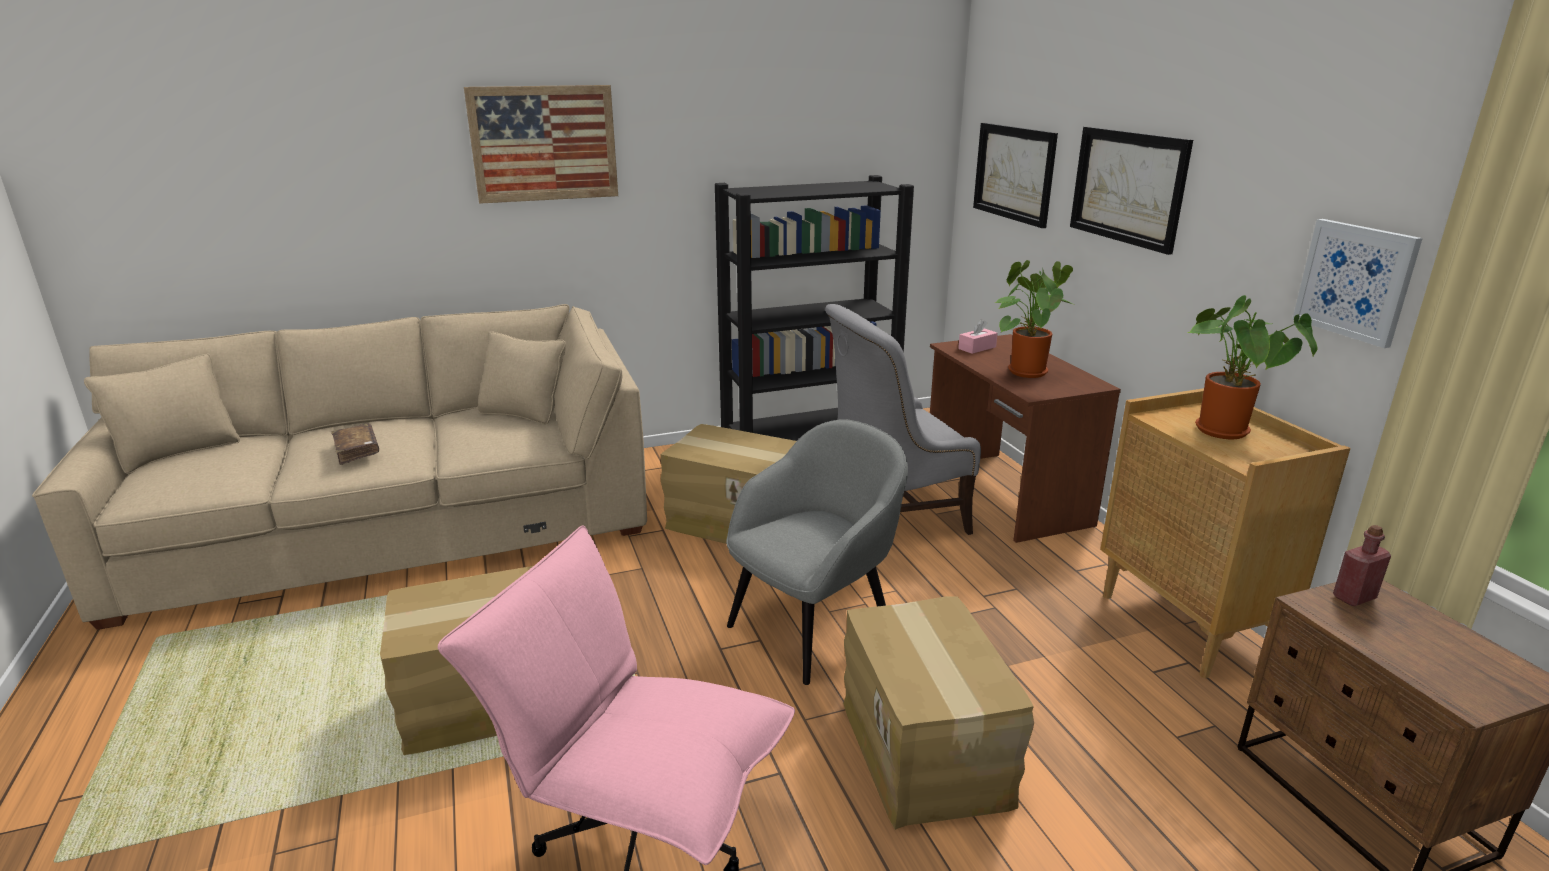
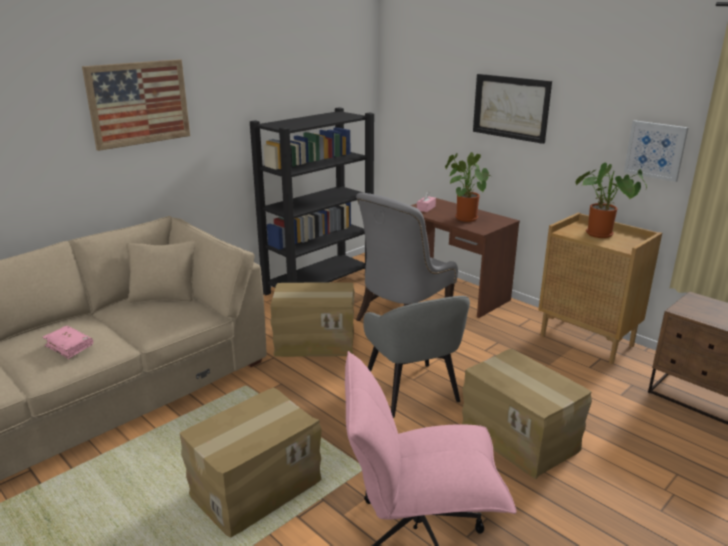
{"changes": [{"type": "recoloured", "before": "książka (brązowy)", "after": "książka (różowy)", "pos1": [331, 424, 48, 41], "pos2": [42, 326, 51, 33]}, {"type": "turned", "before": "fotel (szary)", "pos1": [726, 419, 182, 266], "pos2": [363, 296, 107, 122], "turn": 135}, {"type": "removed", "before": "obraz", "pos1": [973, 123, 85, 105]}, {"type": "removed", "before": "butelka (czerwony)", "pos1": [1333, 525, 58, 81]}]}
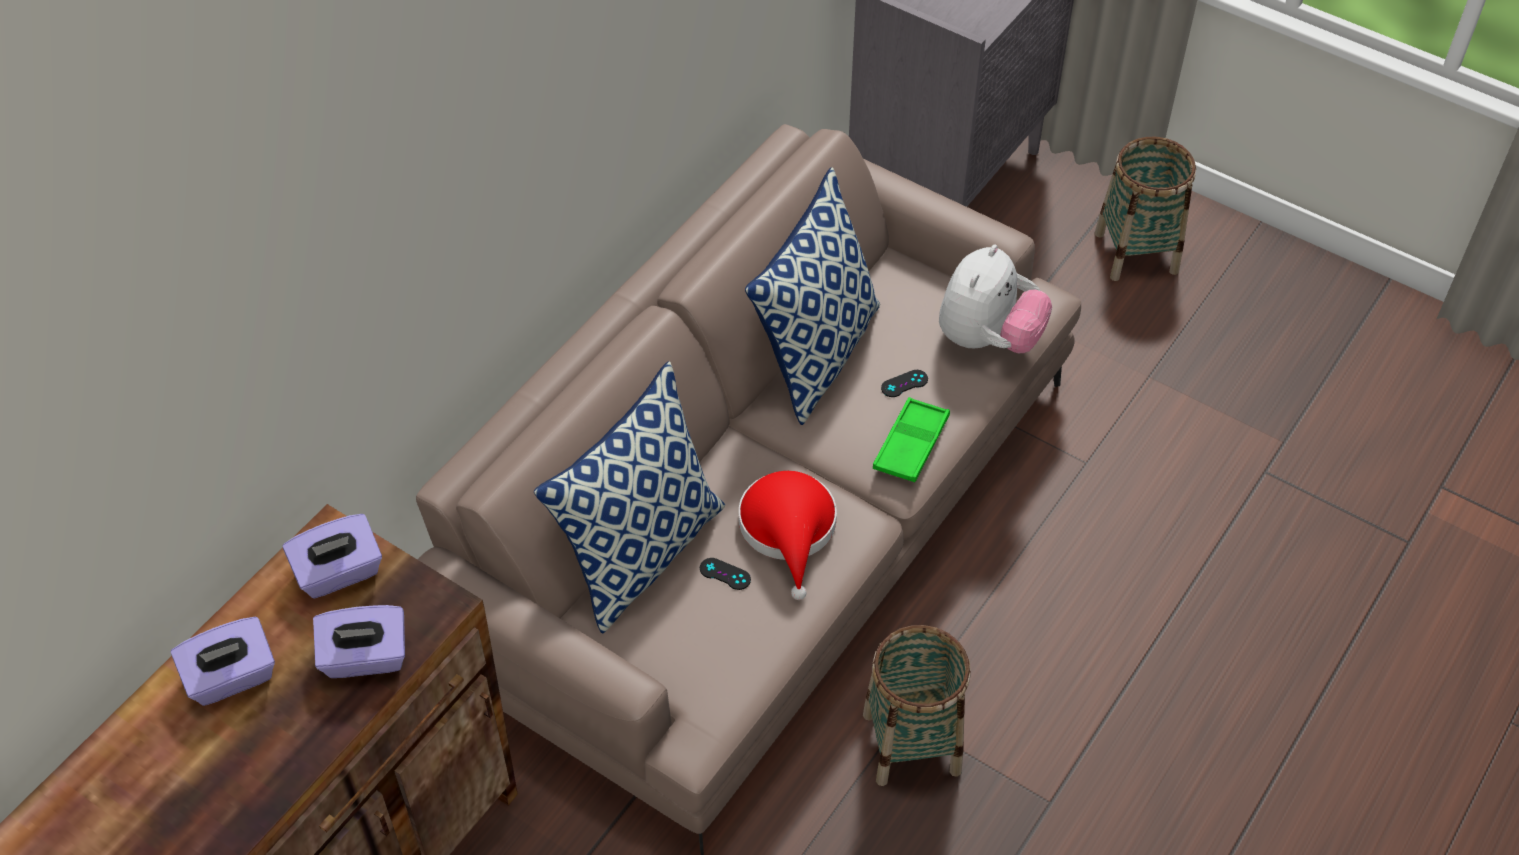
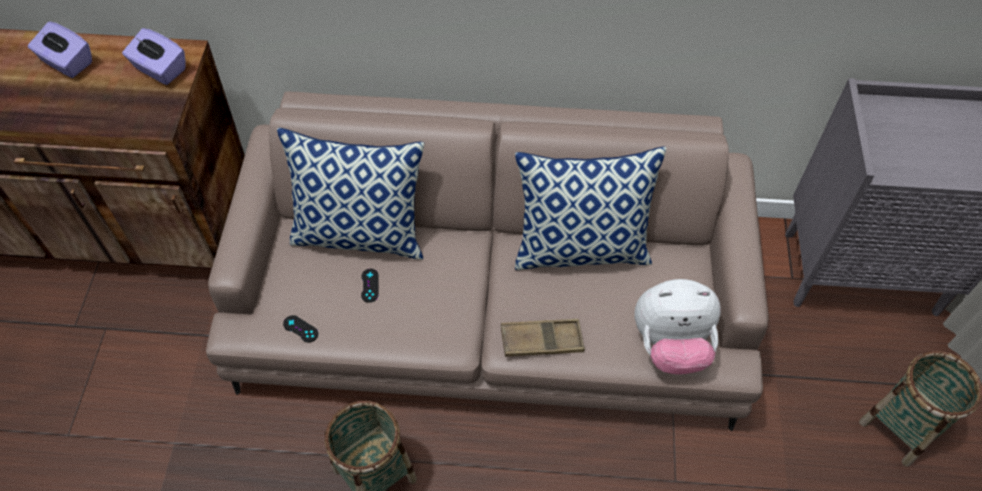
{"changes": [{"type": "moved", "before": "pad do gier (czarny)", "pos1": [881, 370, 47, 27], "pos2": [283, 315, 35, 28]}, {"type": "recoloured", "before": "taca (zielony)", "after": "taca (brązowy)", "pos1": [873, 397, 77, 85], "pos2": [501, 319, 84, 38]}, {"type": "removed", "before": "pudełko chusteczek (fioletowy)", "pos1": [313, 605, 92, 73]}, {"type": "removed", "before": "kapelusz (czerwony)", "pos1": [739, 471, 98, 129]}]}
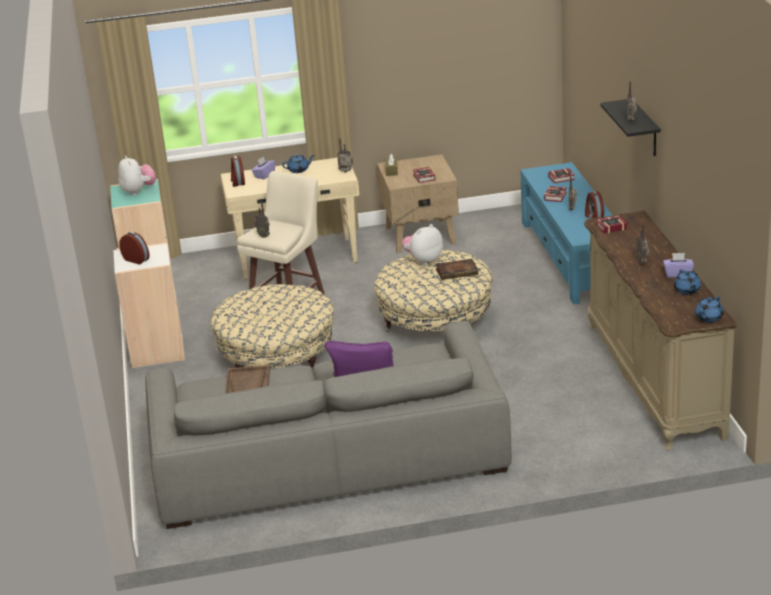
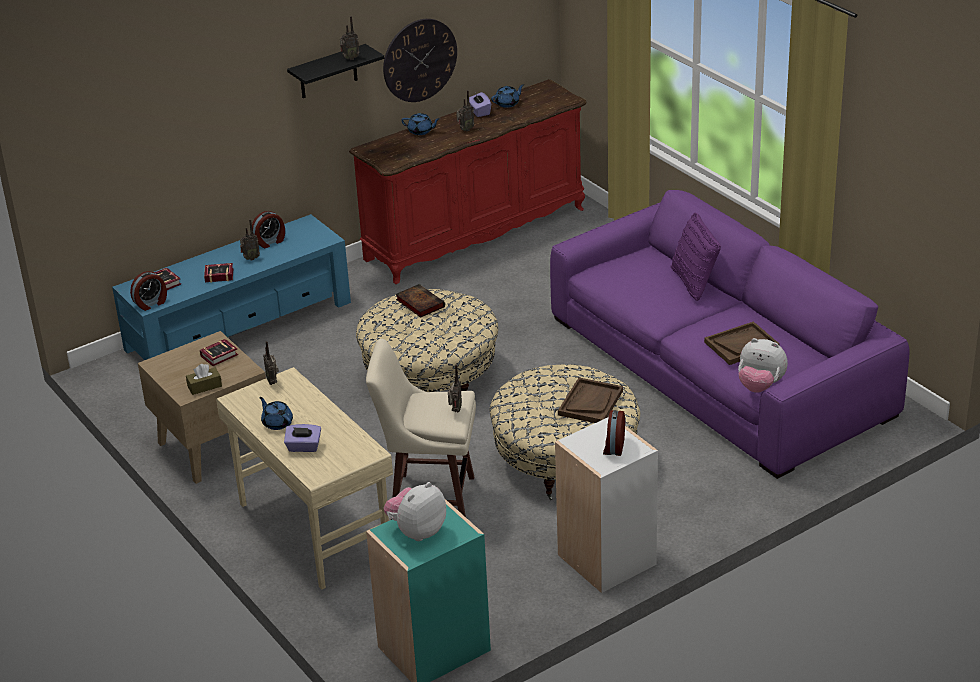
{"changes": [{"type": "moved", "before": "budzik", "pos1": [231, 156, 14, 31], "pos2": [130, 271, 37, 40]}, {"type": "recoloured", "before": "szafka (beżowy)", "after": "szafka (czerwony)", "pos1": [584, 210, 153, 240], "pos2": [349, 79, 237, 205]}, {"type": "added", "after": "zegar ścienny", "pos2": [383, 19, 74, 83]}, {"type": "moved", "before": "imbryk (niebieski)", "pos1": [695, 296, 29, 26], "pos2": [401, 113, 39, 22]}, {"type": "recoloured", "before": "kanapa (szary)", "after": "kanapa (fioletowy)", "pos1": [145, 321, 367, 208], "pos2": [550, 190, 359, 289]}, {"type": "added", "after": "taca (brązowy)", "pos2": [558, 378, 65, 45]}, {"type": "moved", "before": "pluszak", "pos1": [402, 224, 41, 41], "pos2": [738, 338, 50, 55]}, {"type": "removed", "before": "książka", "pos1": [596, 215, 31, 19]}]}
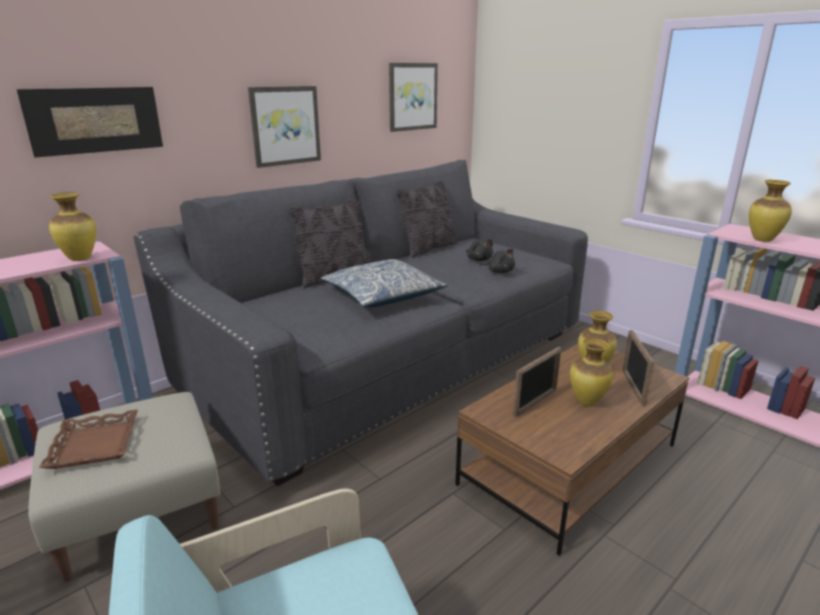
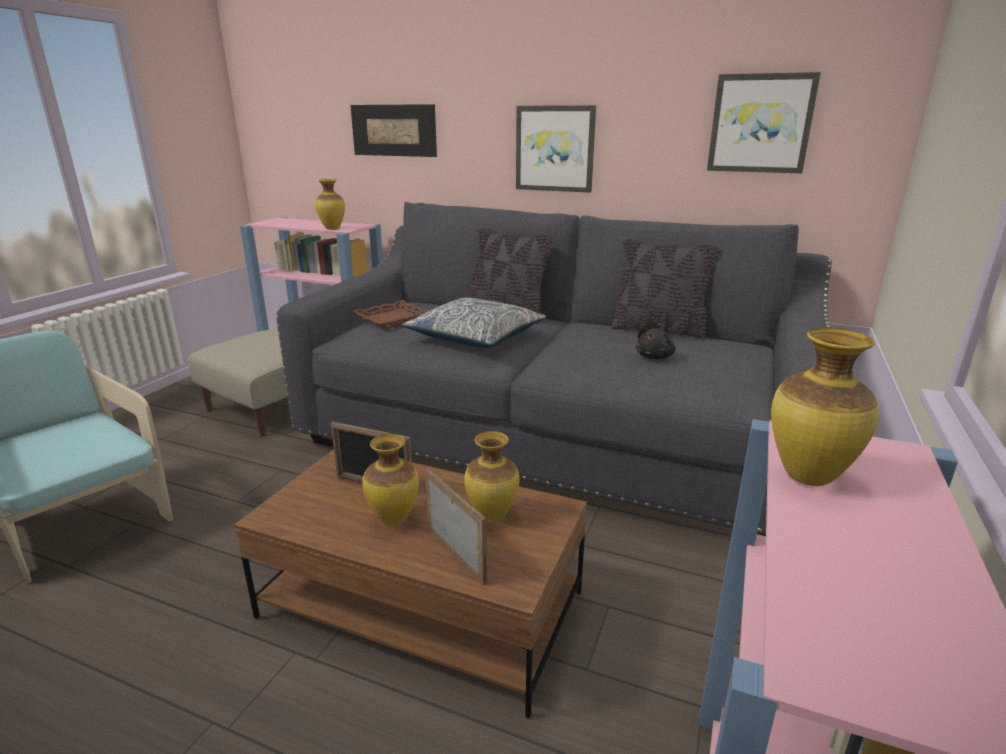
{"changes": [{"type": "moved", "before": "taca (brązowy)", "pos1": [39, 410, 99, 59], "pos2": [352, 300, 77, 29]}, {"type": "turned", "before": "ramka na zdjęcie", "pos1": [622, 330, 32, 76], "pos2": [425, 469, 62, 116], "turn": 75}, {"type": "removed", "before": "pluszak (czarny)", "pos1": [480, 249, 35, 24]}]}
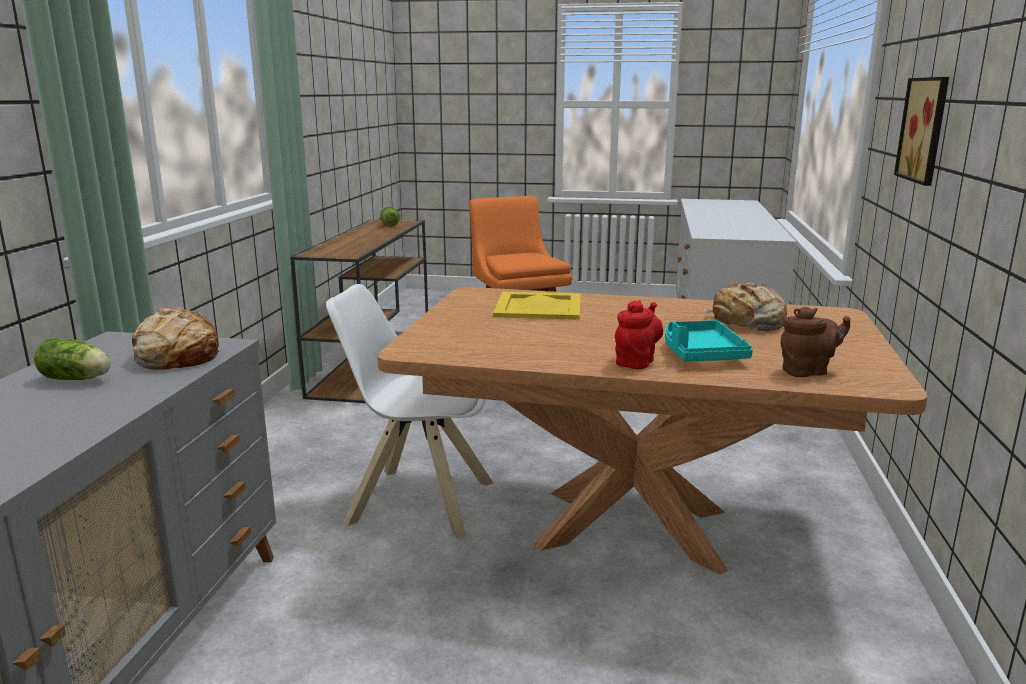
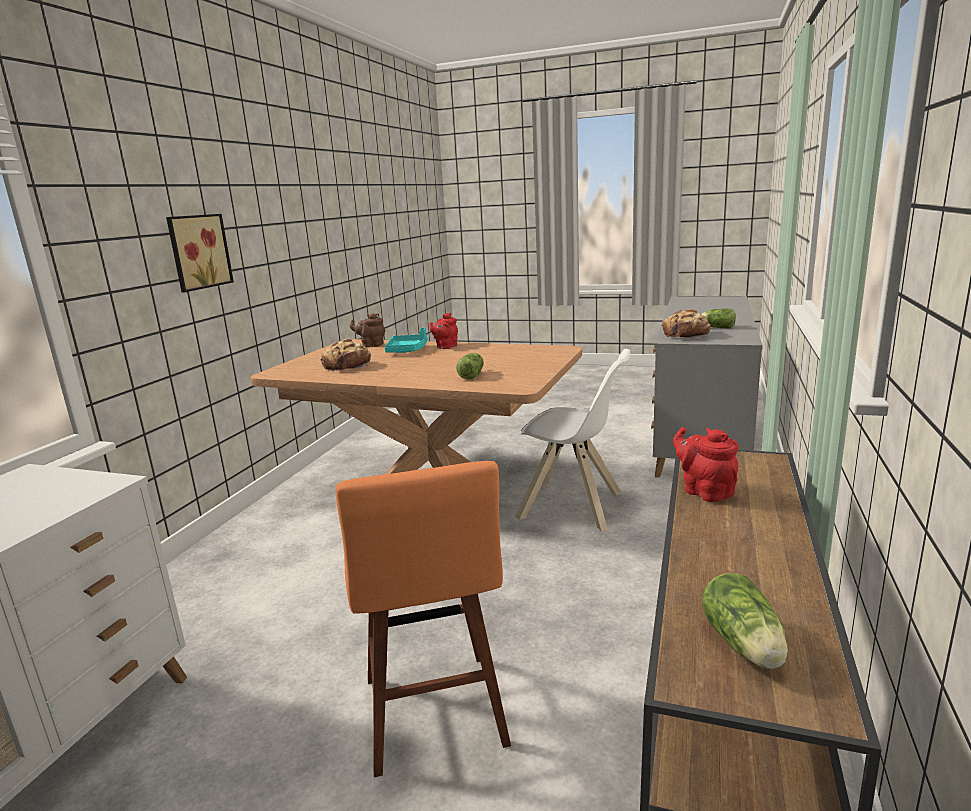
{"changes": [{"type": "replaced", "before": "taca (żółty)", "after": "sałata", "pos1": [493, 292, 88, 28], "pos2": [456, 353, 28, 26]}, {"type": "added", "after": "imbryk (czerwony)", "pos2": [673, 427, 66, 75]}]}
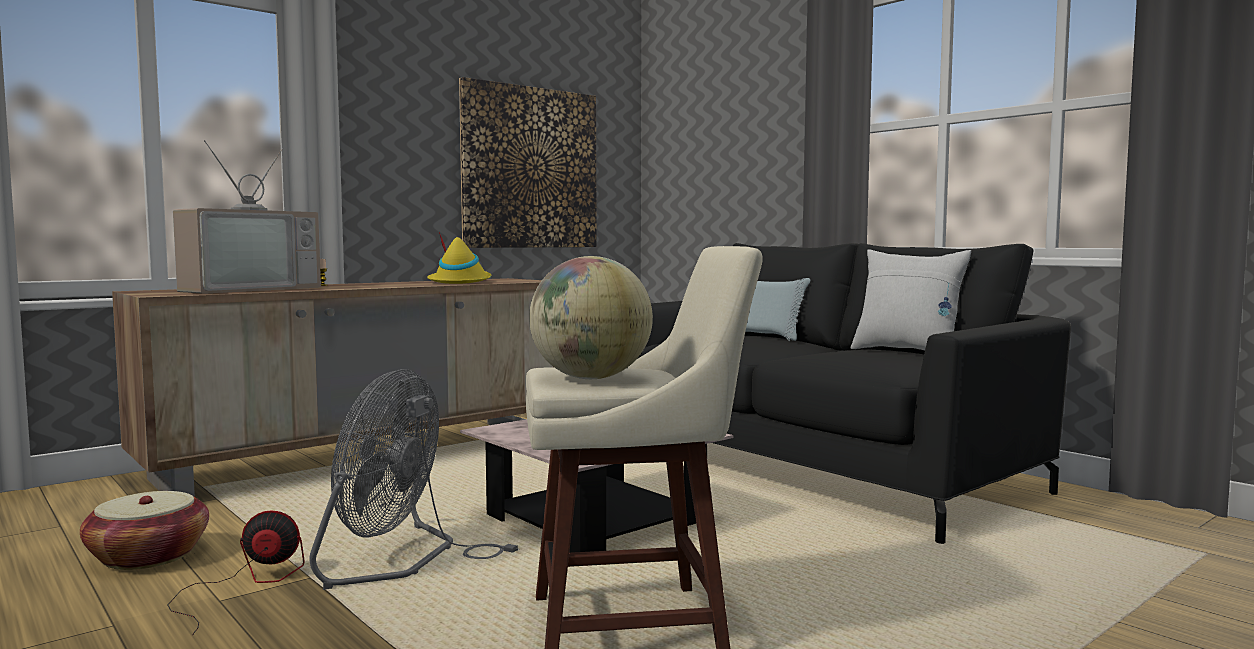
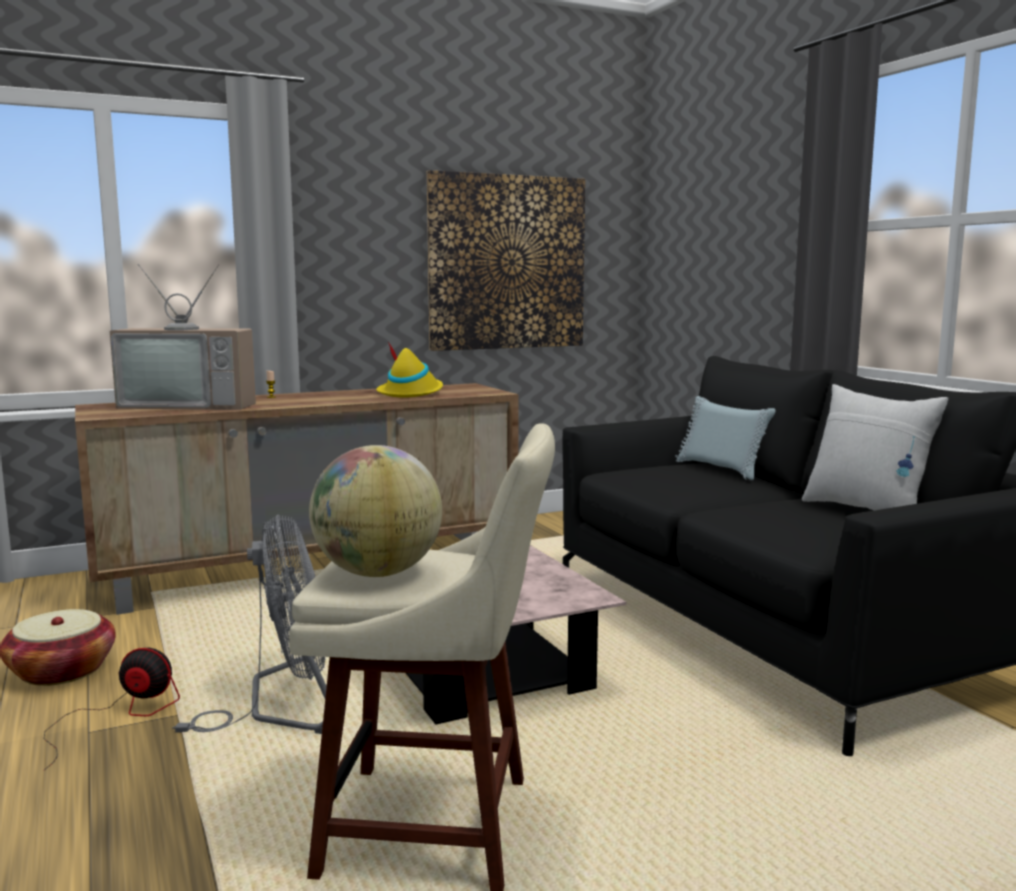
{"changes": [{"type": "turned", "before": "telewizor", "pos1": [173, 140, 148, 154], "pos2": [110, 264, 146, 146], "turn": 45}, {"type": "turned", "before": "wentylator (szary)", "pos1": [310, 369, 208, 221], "pos2": [172, 515, 155, 219], "turn": 135}]}
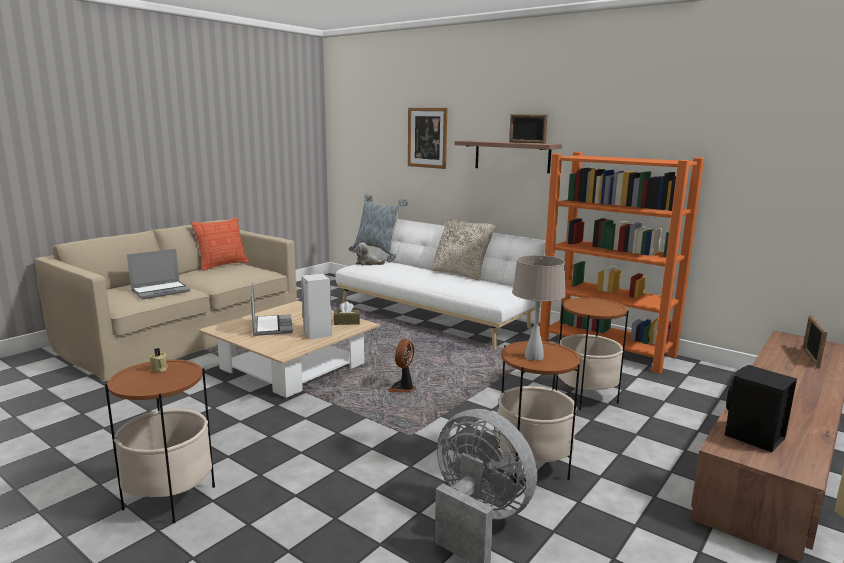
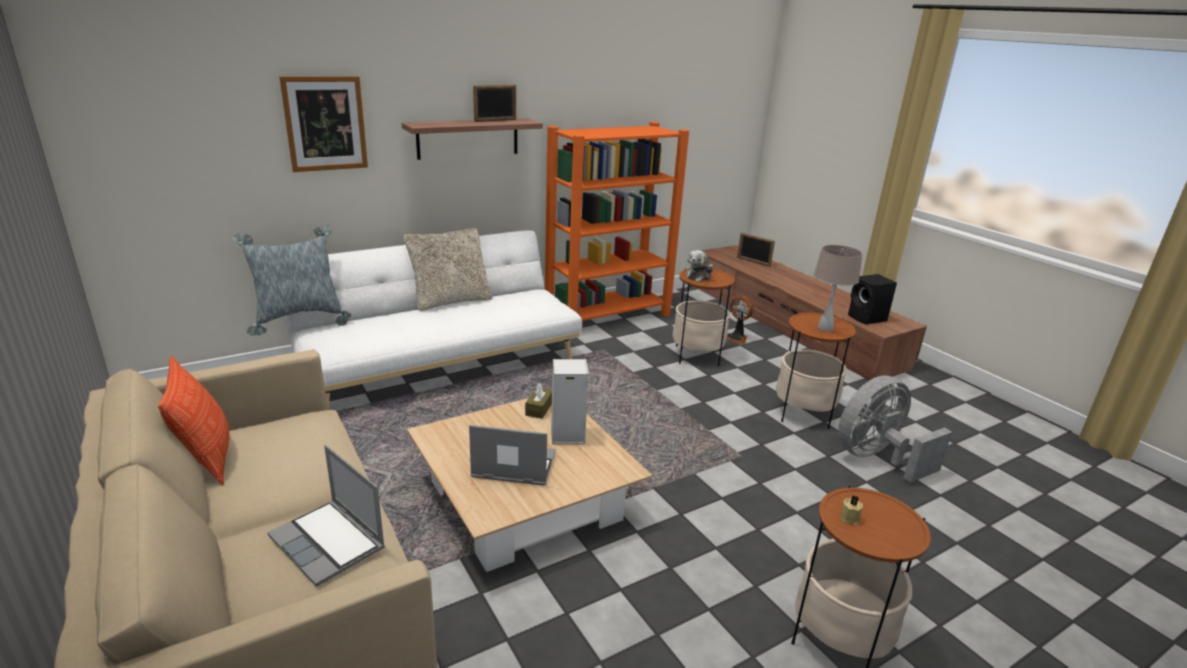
{"changes": [{"type": "turned", "before": "laptop", "pos1": [127, 249, 64, 50], "pos2": [267, 445, 118, 142], "turn": 150}, {"type": "moved", "before": "pluszak", "pos1": [355, 242, 30, 24], "pos2": [686, 250, 27, 32]}, {"type": "moved", "before": "wentylator", "pos1": [387, 339, 29, 54], "pos2": [727, 296, 26, 49]}]}
